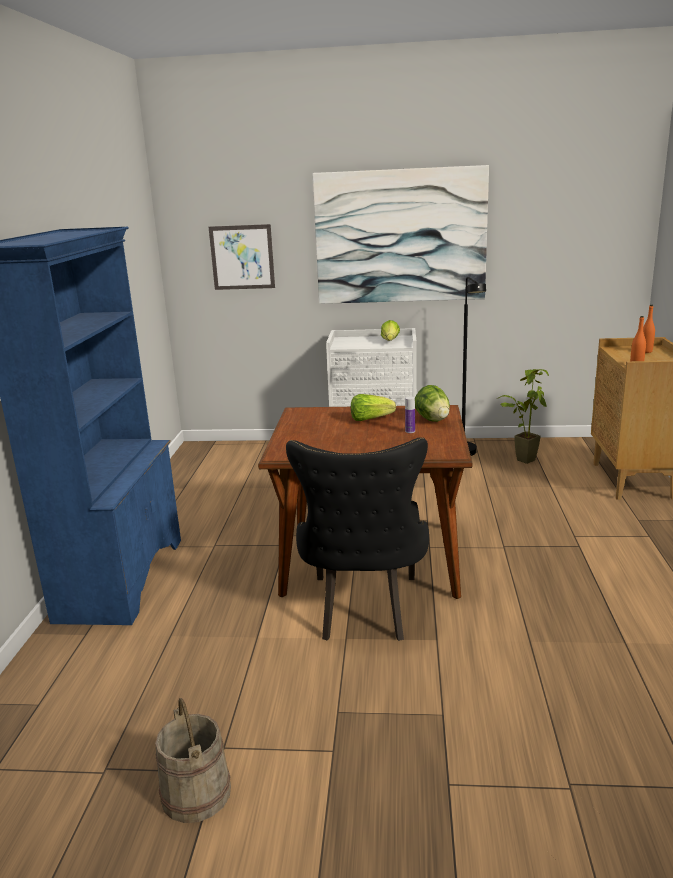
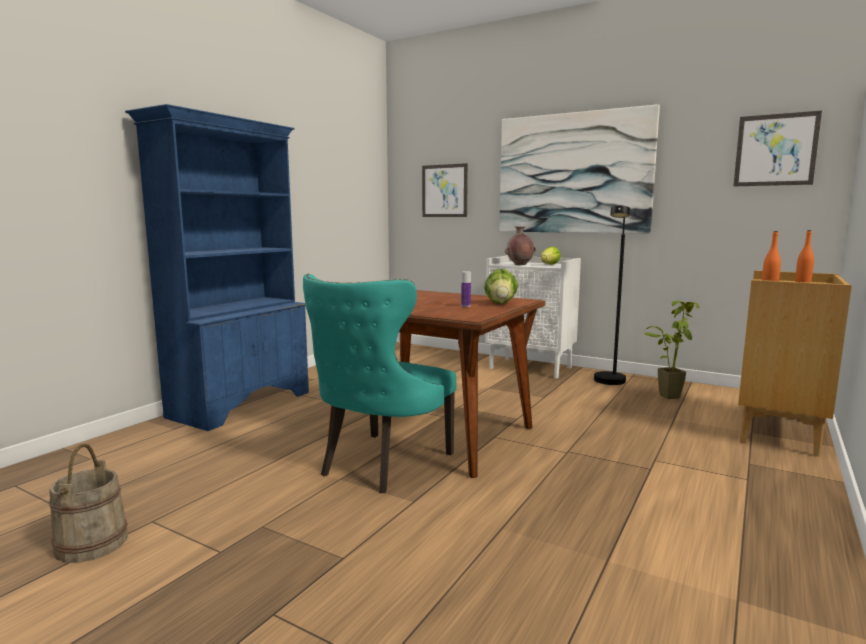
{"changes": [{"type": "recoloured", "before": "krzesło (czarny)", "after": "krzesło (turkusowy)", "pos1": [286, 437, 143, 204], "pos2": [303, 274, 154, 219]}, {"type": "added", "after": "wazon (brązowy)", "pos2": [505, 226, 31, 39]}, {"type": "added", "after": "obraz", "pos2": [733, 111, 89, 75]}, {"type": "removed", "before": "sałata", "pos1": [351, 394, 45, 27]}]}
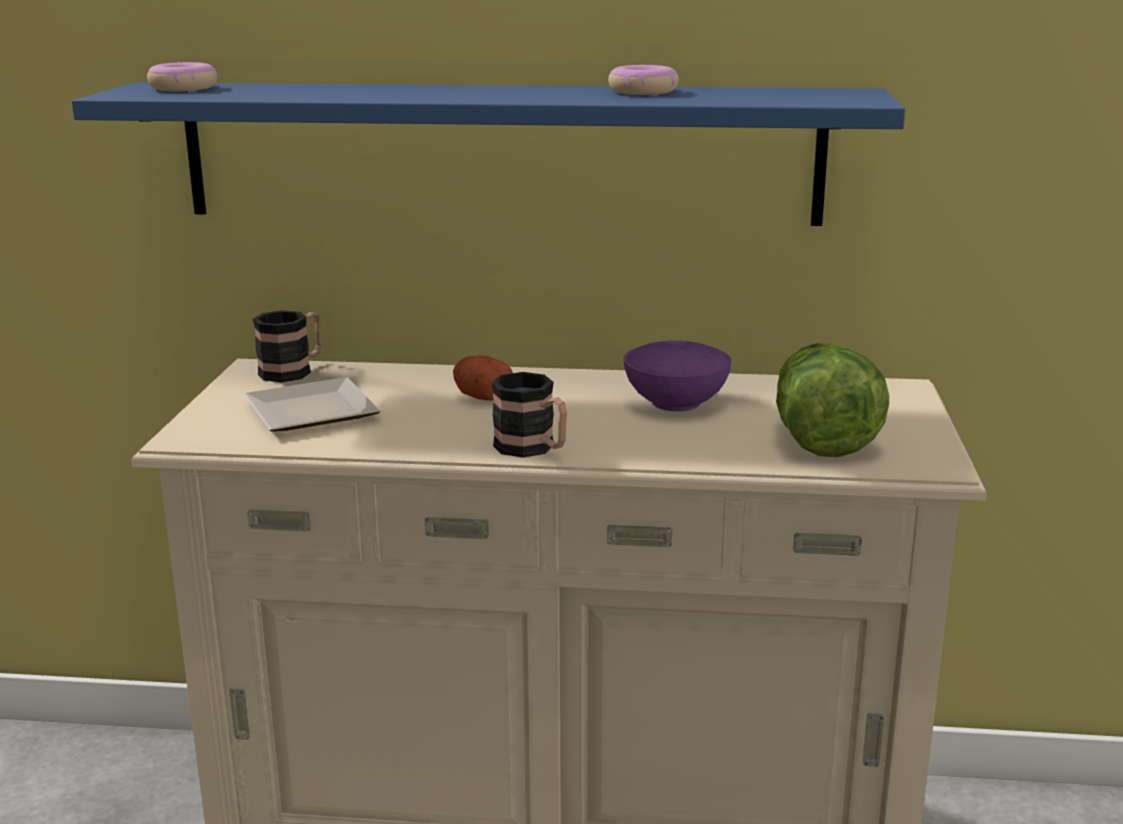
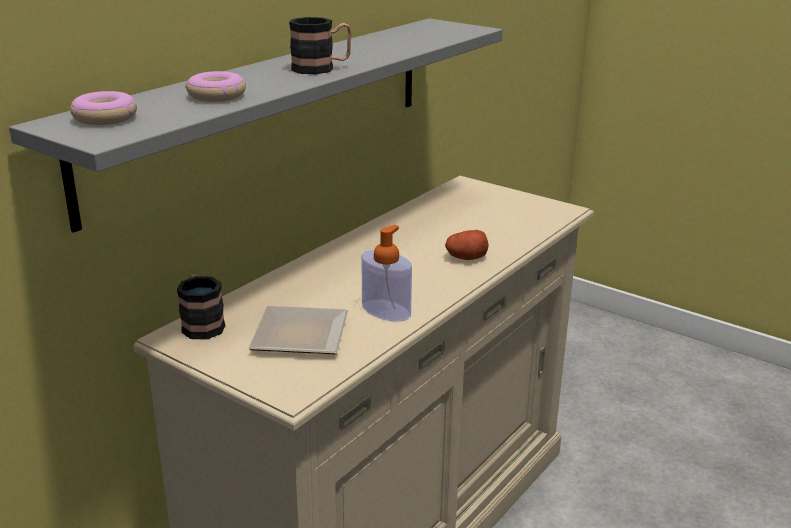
{"changes": [{"type": "recoloured", "before": "półka (niebieski)", "after": "półka (szary)", "pos1": [72, 82, 833, 144], "pos2": [9, 19, 494, 214]}, {"type": "moved", "before": "donut", "pos1": [608, 65, 71, 30], "pos2": [185, 71, 61, 31]}, {"type": "moved", "before": "kubek", "pos1": [492, 372, 75, 86], "pos2": [289, 17, 63, 57]}, {"type": "added", "after": "dozownik mydła", "pos2": [361, 225, 51, 97]}, {"type": "moved", "before": "ziemniak", "pos1": [453, 355, 60, 45], "pos2": [445, 230, 44, 30]}, {"type": "removed", "before": "miska (fioletowy)", "pos1": [623, 340, 108, 71]}, {"type": "removed", "before": "sałata", "pos1": [776, 343, 113, 114]}]}
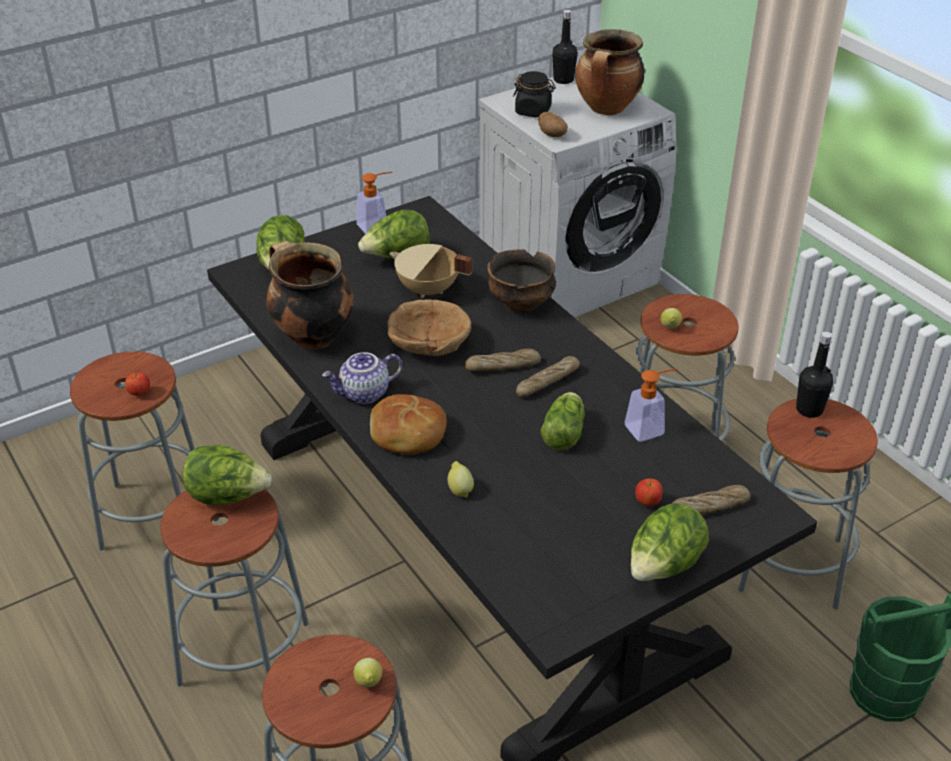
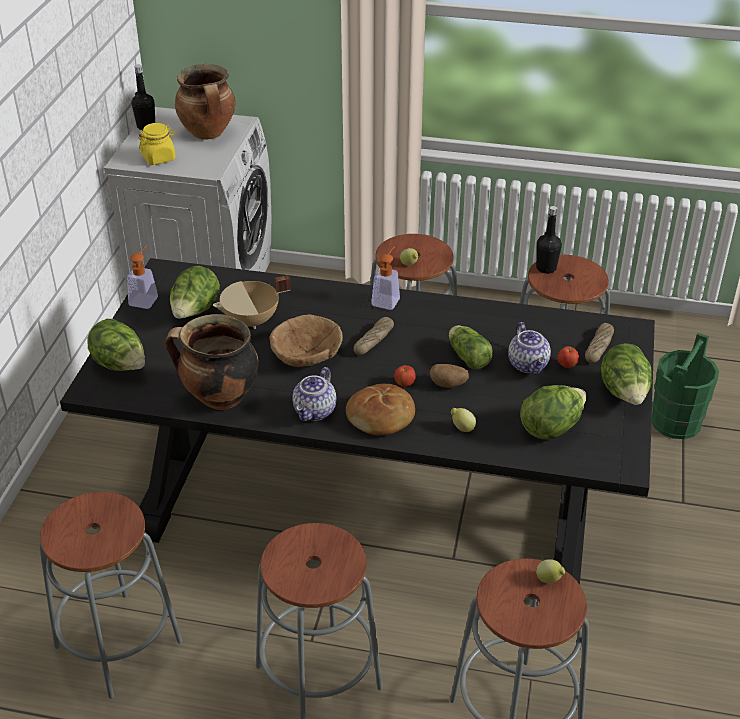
{"changes": [{"type": "recoloured", "before": "słoik (czarny)", "after": "słoik (żółty)", "pos1": [513, 71, 43, 46], "pos2": [138, 123, 38, 42]}, {"type": "moved", "before": "dozownik mydła", "pos1": [624, 368, 54, 74], "pos2": [371, 246, 29, 64]}, {"type": "moved", "before": "jabłko", "pos1": [125, 372, 25, 24], "pos2": [394, 365, 22, 22]}, {"type": "moved", "before": "ziemniak", "pos1": [538, 112, 30, 25], "pos2": [430, 364, 39, 24]}, {"type": "added", "after": "imbryk", "pos2": [508, 322, 43, 52]}, {"type": "moved", "before": "sałata", "pos1": [183, 445, 89, 60], "pos2": [520, 385, 66, 55]}, {"type": "removed", "before": "miska", "pos1": [487, 249, 69, 64]}, {"type": "removed", "before": "chleb", "pos1": [516, 356, 64, 41]}]}
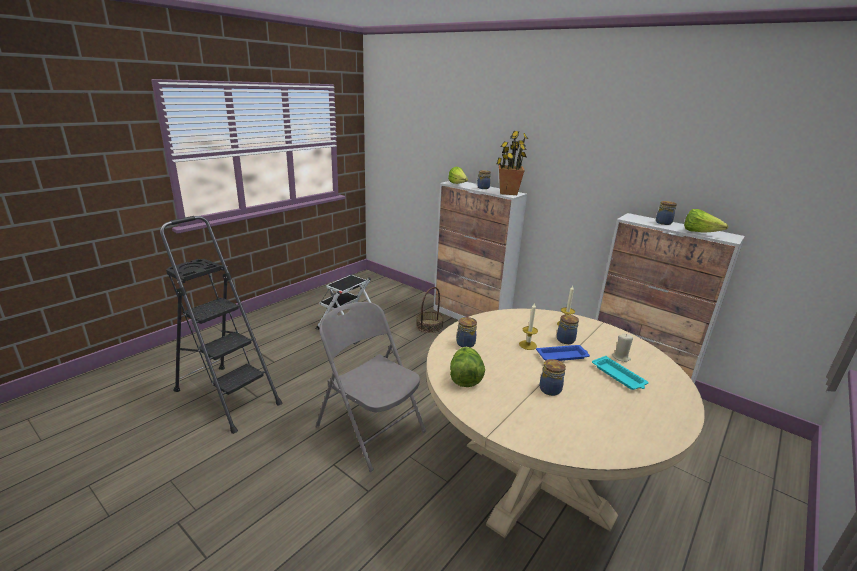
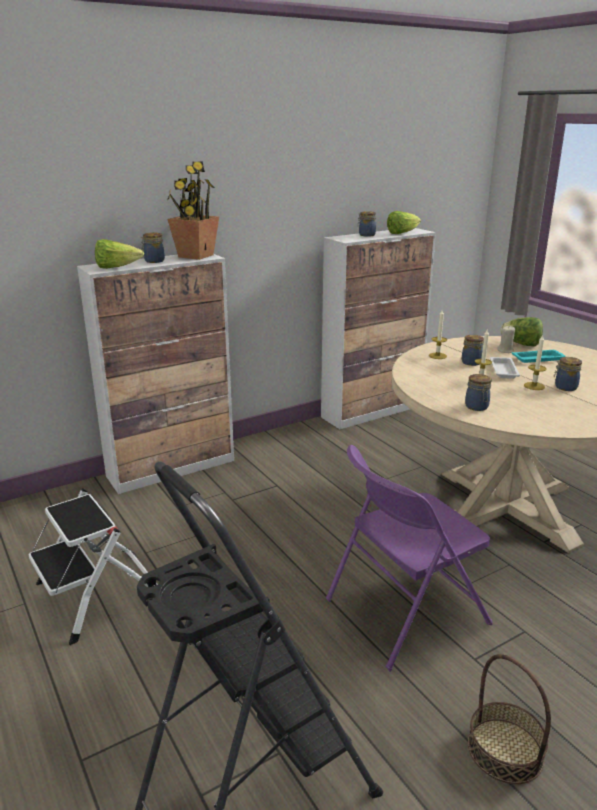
{"changes": [{"type": "recoloured", "before": "krzesło (szary)", "after": "krzesło (fioletowy)", "pos1": [315, 302, 111, 170], "pos2": [326, 445, 167, 227]}, {"type": "moved", "before": "koszyk", "pos1": [416, 287, 28, 46], "pos2": [468, 654, 83, 130]}, {"type": "recoloured", "before": "taca (niebieski)", "after": "taca (biały)", "pos1": [536, 345, 54, 16], "pos2": [490, 357, 30, 22]}, {"type": "moved", "before": "sałata", "pos1": [450, 347, 35, 40], "pos2": [500, 317, 43, 29]}, {"type": "added", "after": "świeca", "pos2": [524, 335, 22, 55]}]}
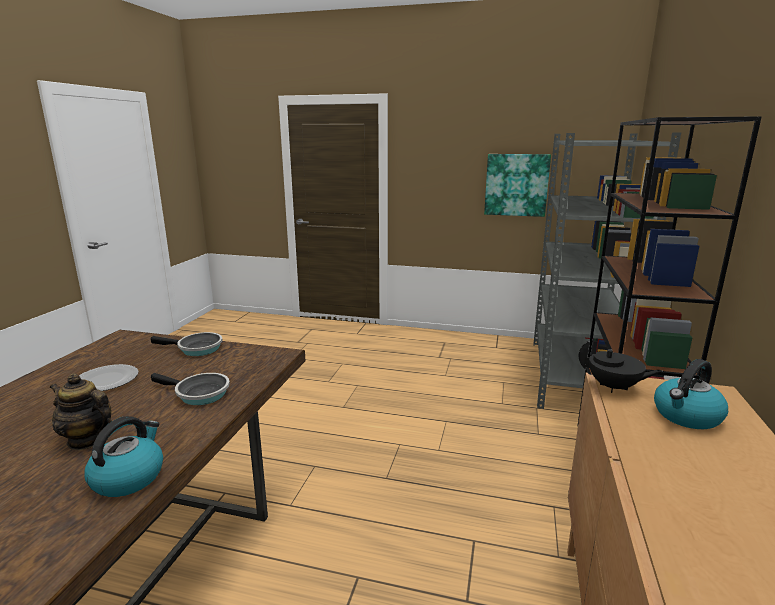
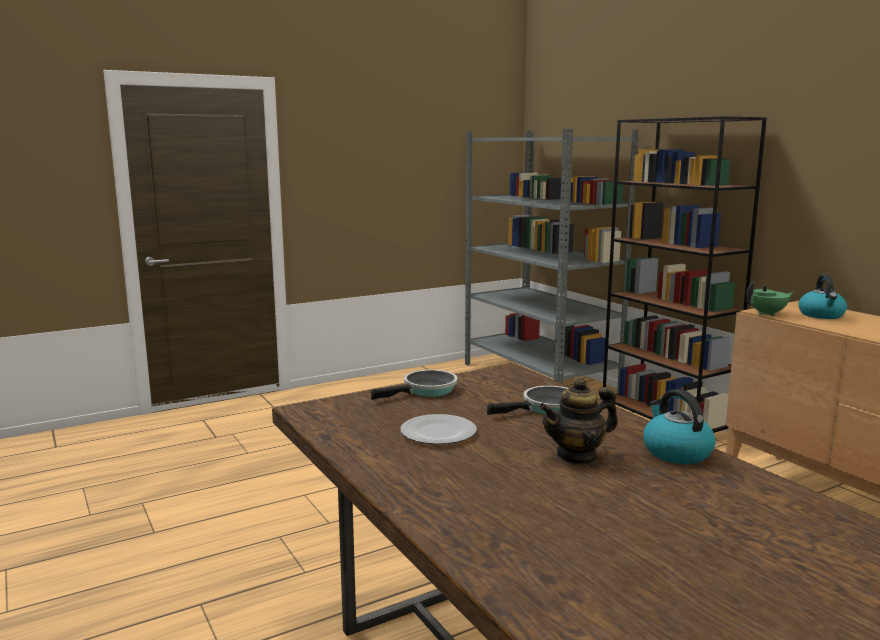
{"changes": [{"type": "recoloured", "before": "imbryk (czarny)", "after": "imbryk (zielony)", "pos1": [579, 340, 84, 53], "pos2": [746, 282, 48, 34]}, {"type": "removed", "before": "obraz", "pos1": [484, 154, 67, 63]}]}
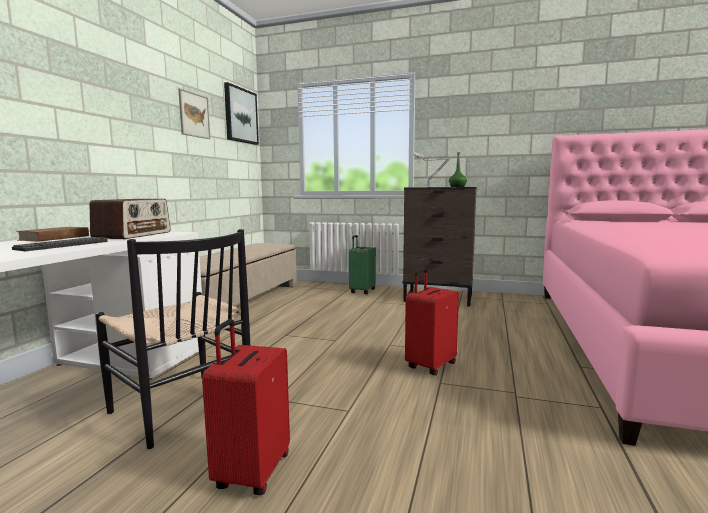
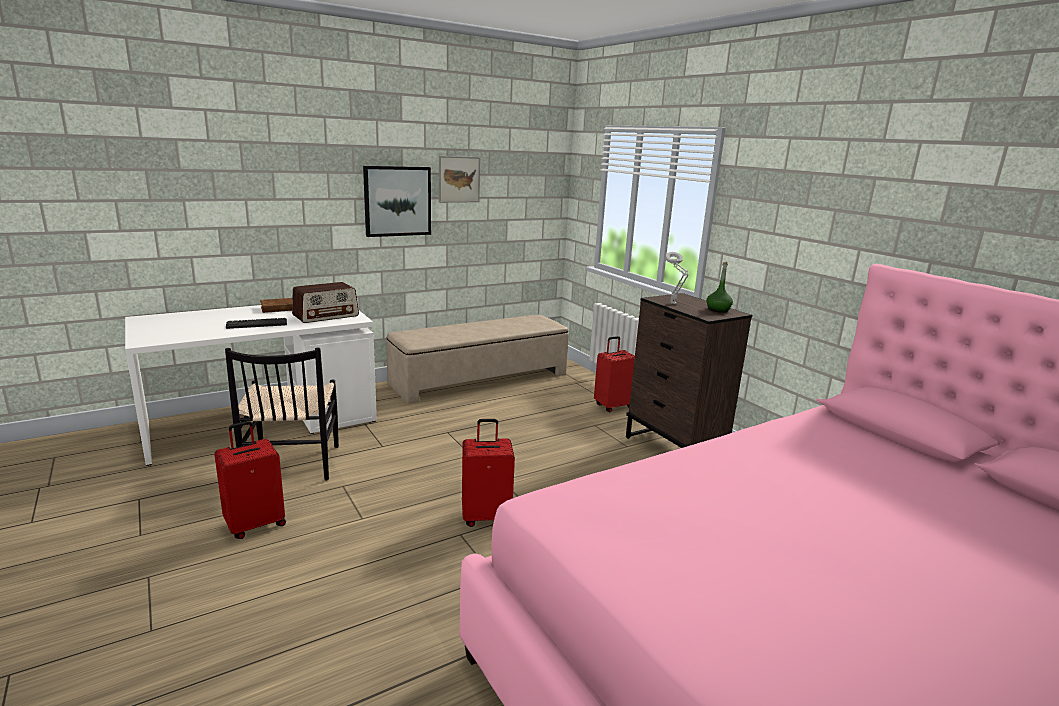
{"changes": [{"type": "moved", "before": "obraz", "pos1": [224, 82, 35, 63], "pos2": [363, 166, 68, 71]}, {"type": "recoloured", "before": "walizka (zielony)", "after": "walizka (czerwony)", "pos1": [349, 235, 27, 59], "pos2": [594, 336, 41, 76]}]}
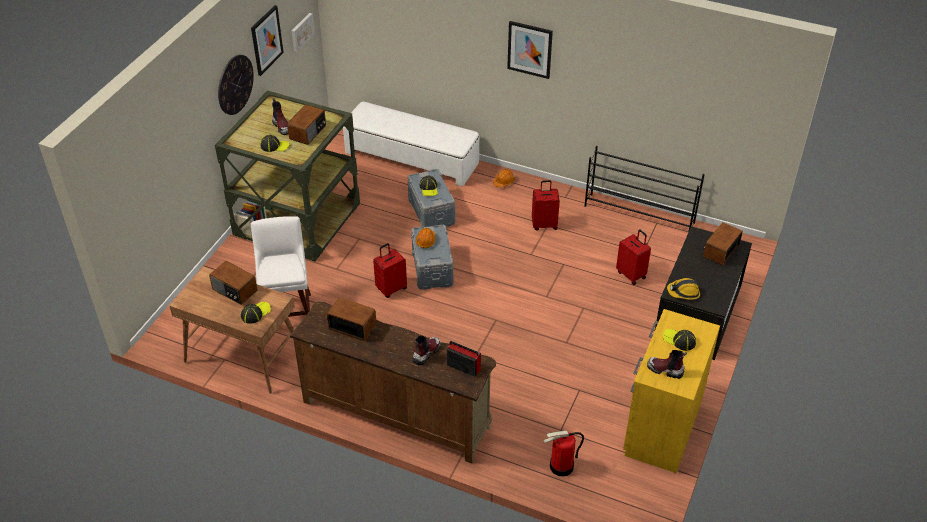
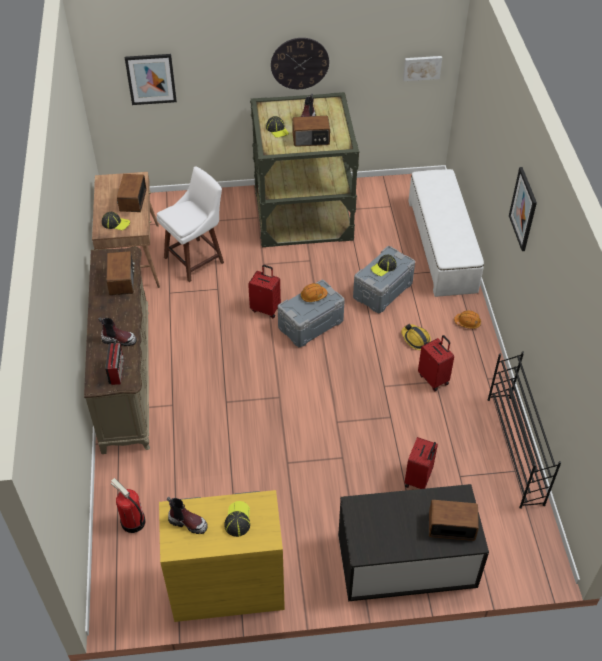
{"changes": [{"type": "moved", "before": "obraz", "pos1": [251, 5, 33, 71], "pos2": [125, 54, 52, 51]}, {"type": "turned", "before": "but z cholewką", "pos1": [647, 350, 40, 29], "pos2": [167, 497, 41, 37], "turn": 120}, {"type": "moved", "before": "kask", "pos1": [667, 278, 33, 21], "pos2": [401, 324, 30, 26]}]}
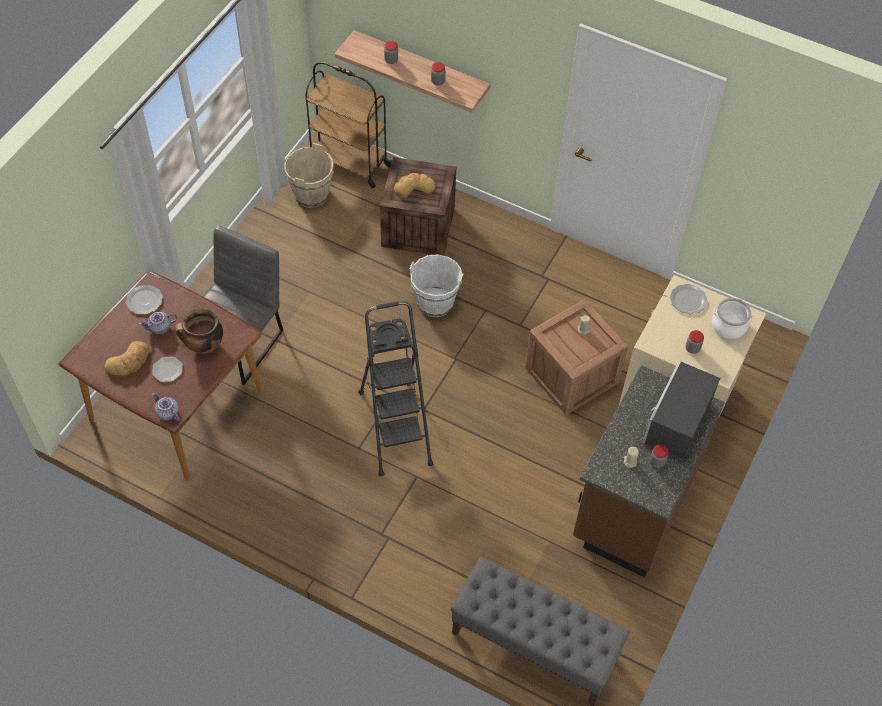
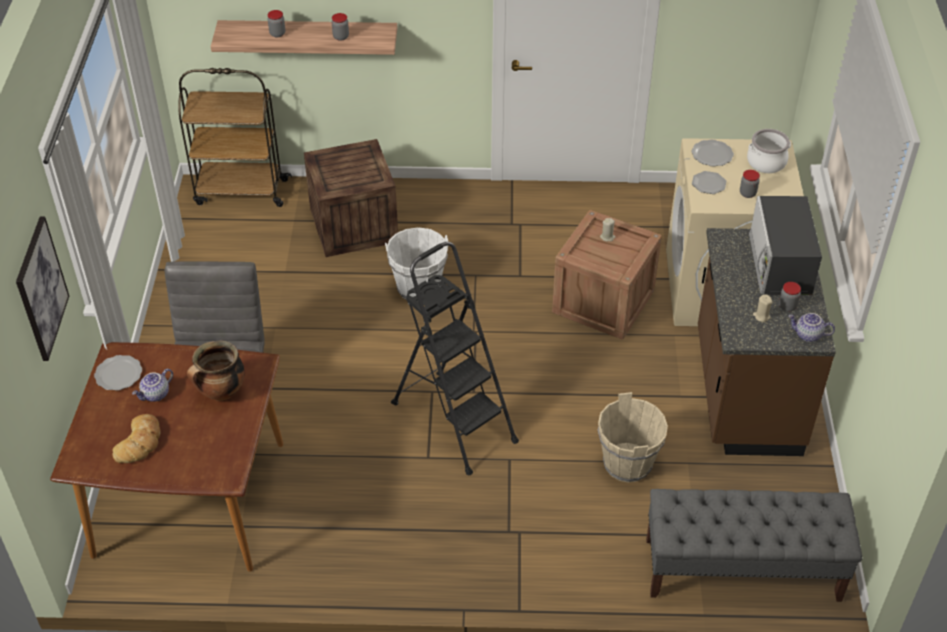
{"changes": [{"type": "added", "after": "obraz", "pos2": [16, 216, 53, 145]}, {"type": "moved", "before": "wiadro (beżowy)", "pos1": [284, 143, 49, 65], "pos2": [598, 392, 70, 91]}, {"type": "moved", "before": "talerz", "pos1": [152, 357, 31, 25], "pos2": [692, 171, 34, 23]}, {"type": "moved", "before": "imbryk", "pos1": [152, 393, 28, 28], "pos2": [788, 313, 47, 29]}, {"type": "removed", "before": "chleb", "pos1": [393, 173, 42, 25]}]}
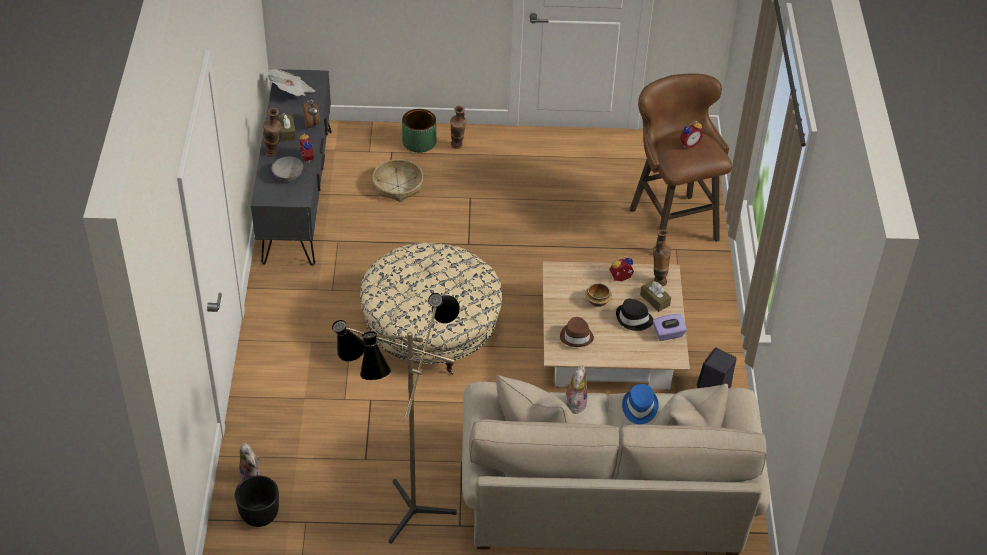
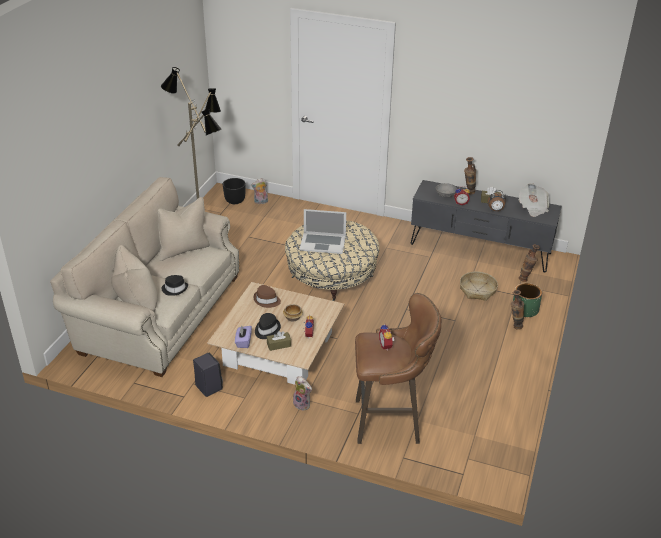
{"changes": [{"type": "recoloured", "before": "kapelusz (niebieski)", "after": "kapelusz (czarny)", "pos1": [622, 384, 37, 40], "pos2": [162, 275, 26, 21]}, {"type": "moved", "before": "pluszak", "pos1": [565, 365, 22, 49], "pos2": [293, 376, 19, 35]}, {"type": "added", "after": "laptop", "pos2": [299, 209, 47, 45]}, {"type": "moved", "before": "wazon", "pos1": [653, 230, 18, 56], "pos2": [519, 245, 21, 37]}]}
